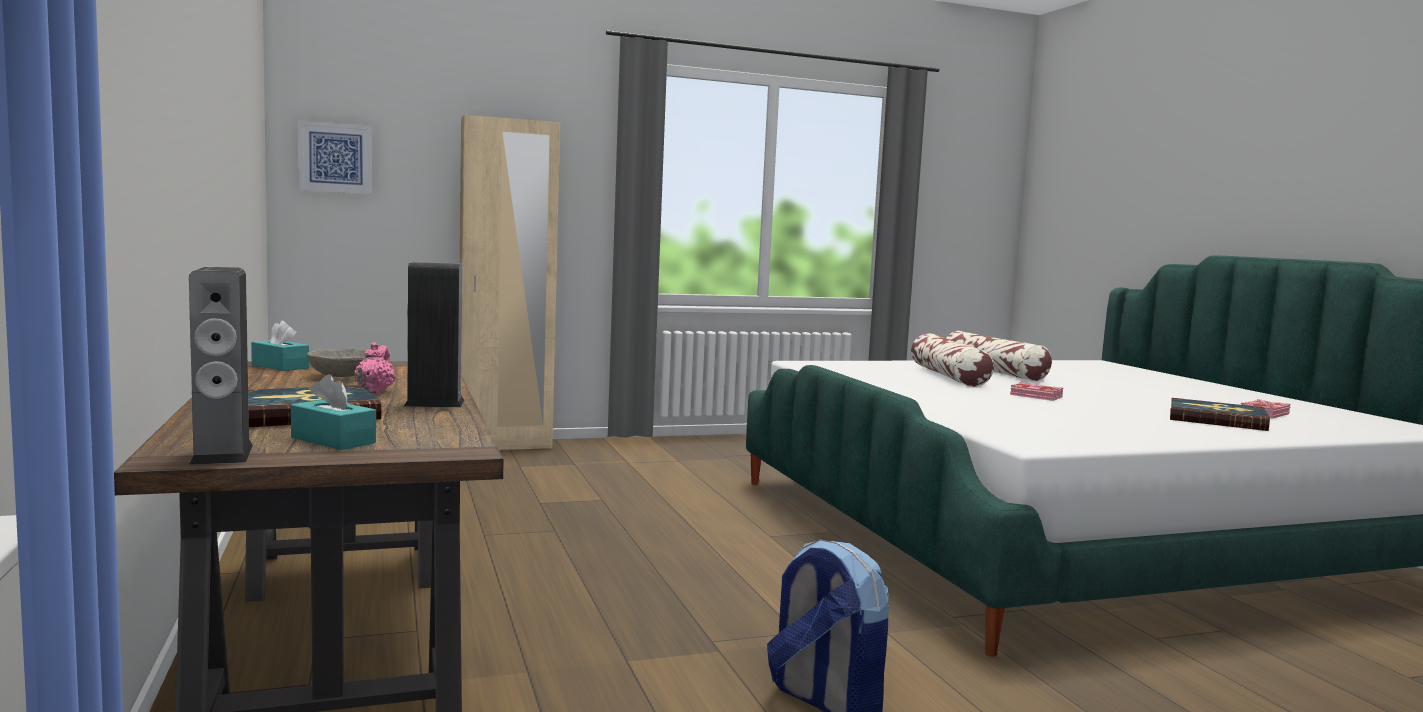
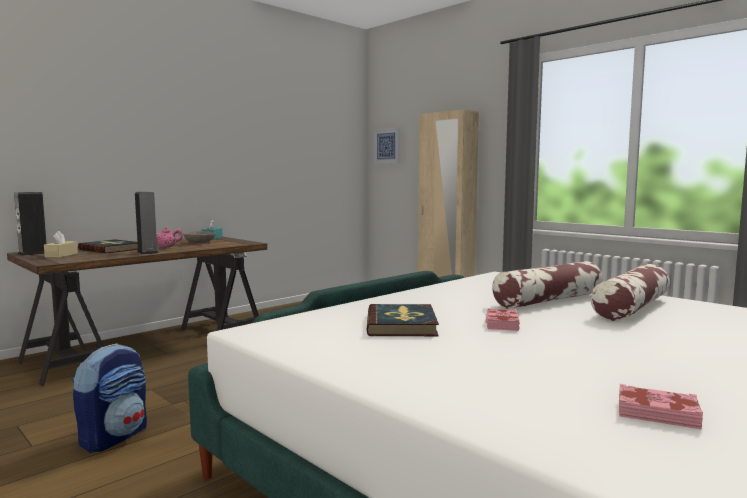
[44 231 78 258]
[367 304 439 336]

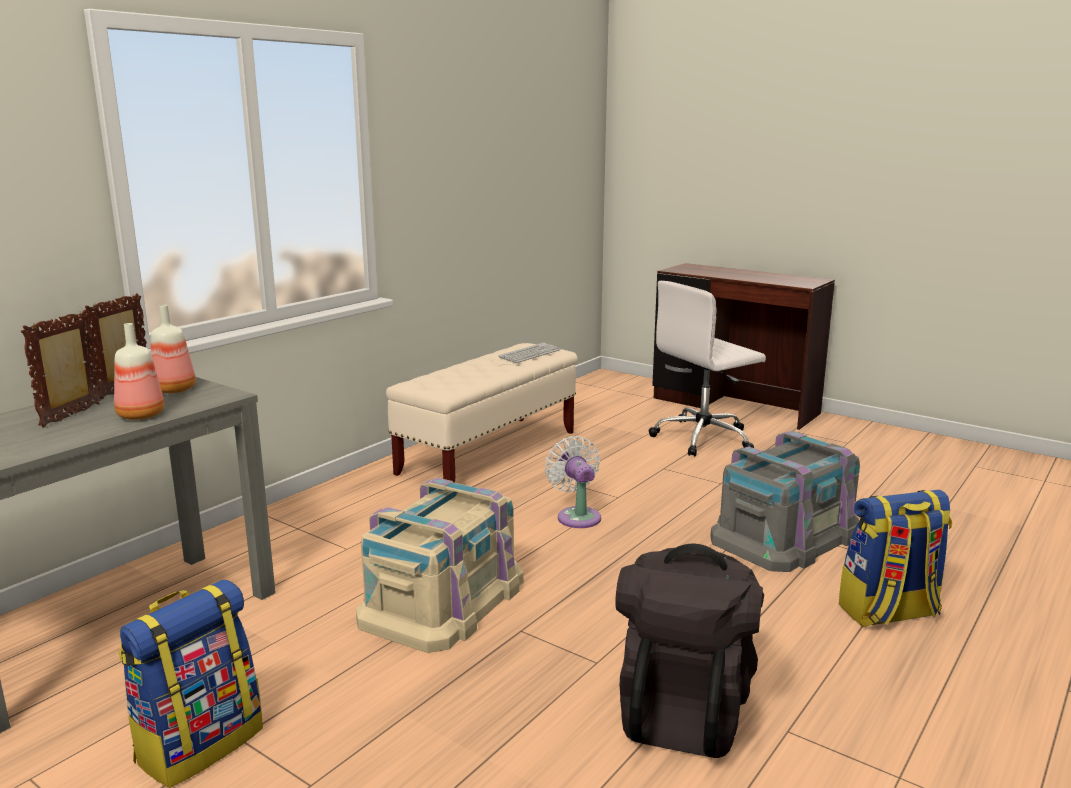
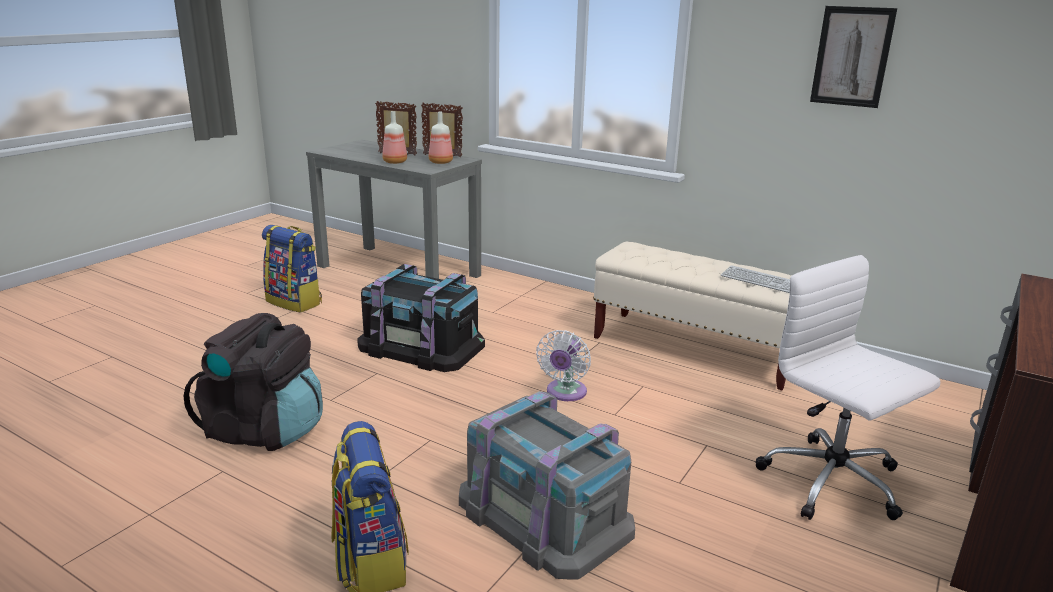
[536 330 591 401]
[357 264 485 372]
[810 6 897 108]

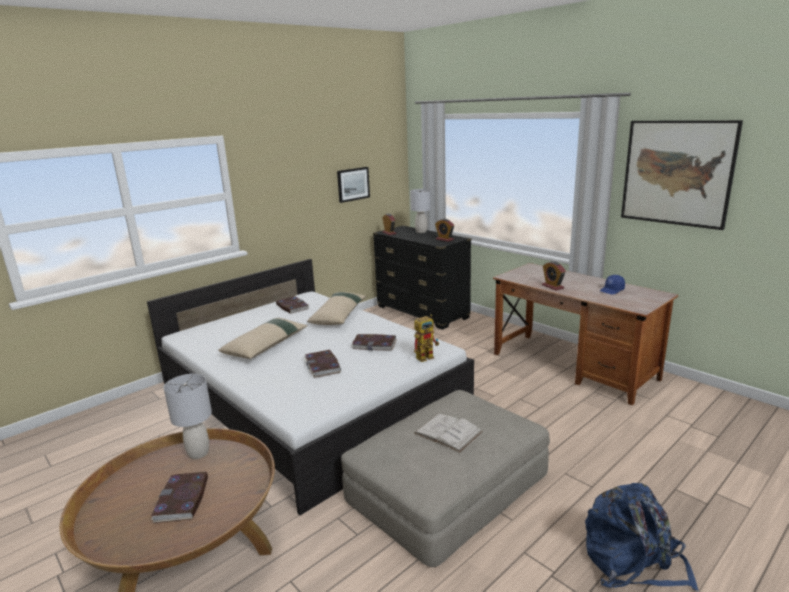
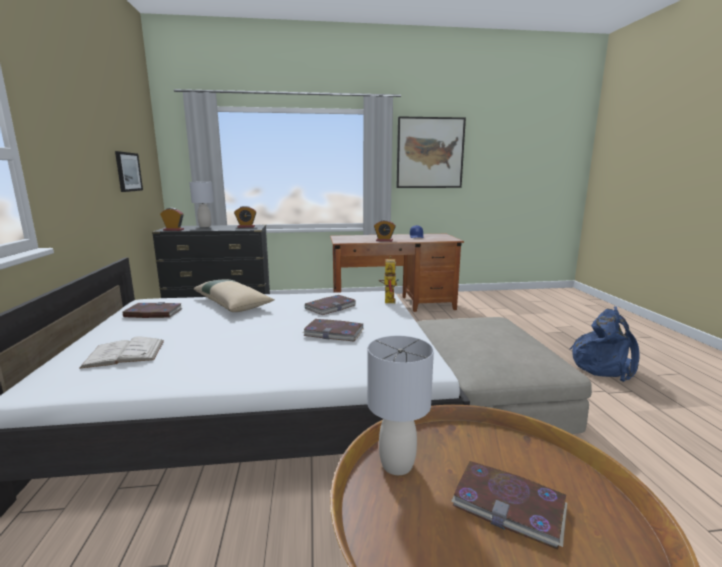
[218 318 307 359] (first image)
[79 336 164 369]

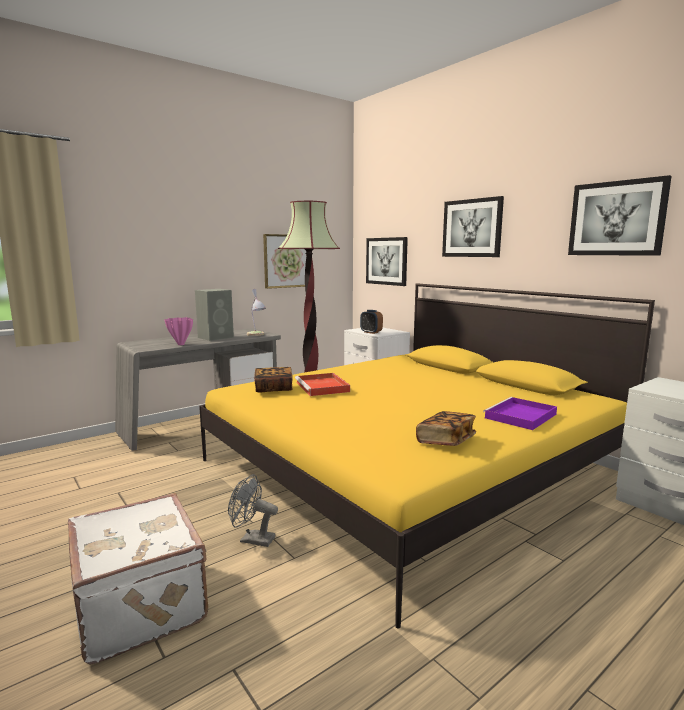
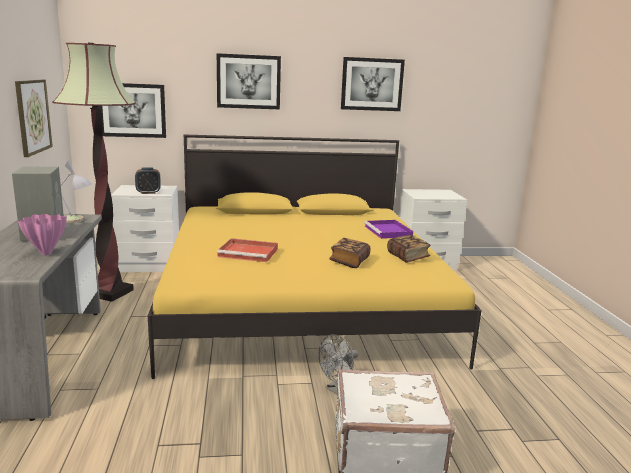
[329 238 370 268]

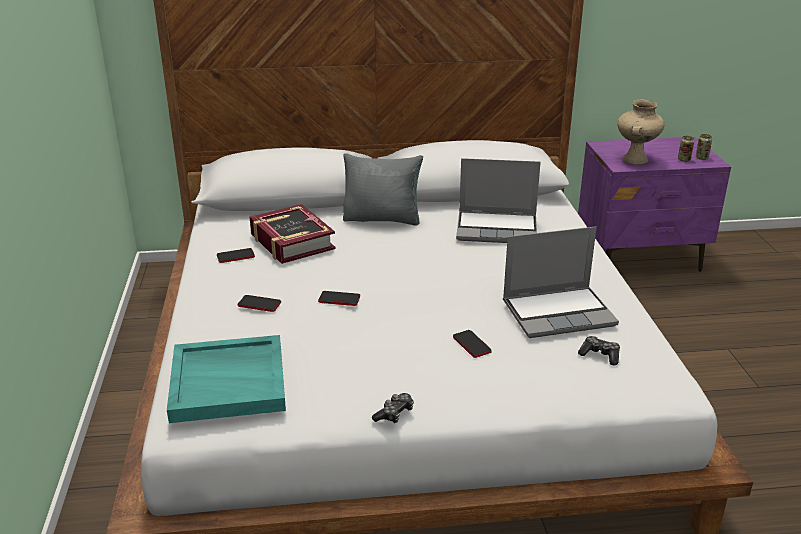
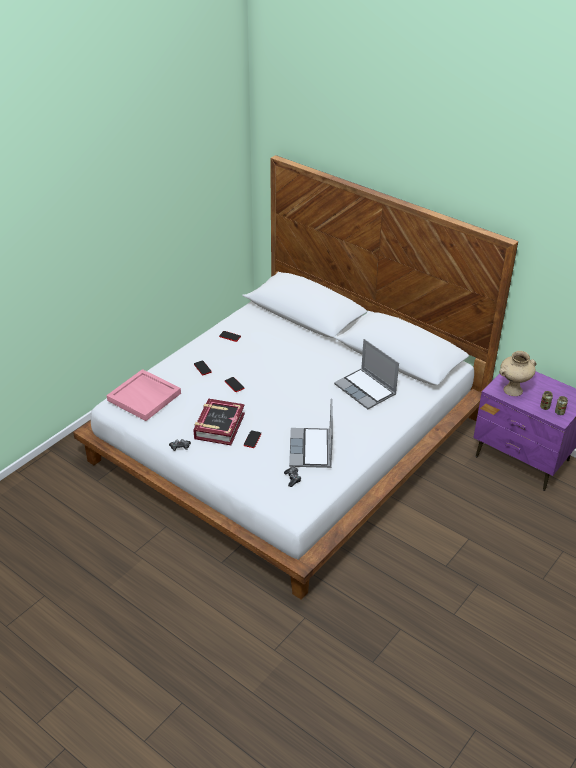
[343 153 423 225] (first image)
[193 398 245 445]
[289 398 333 468]
[107 369 181 421]

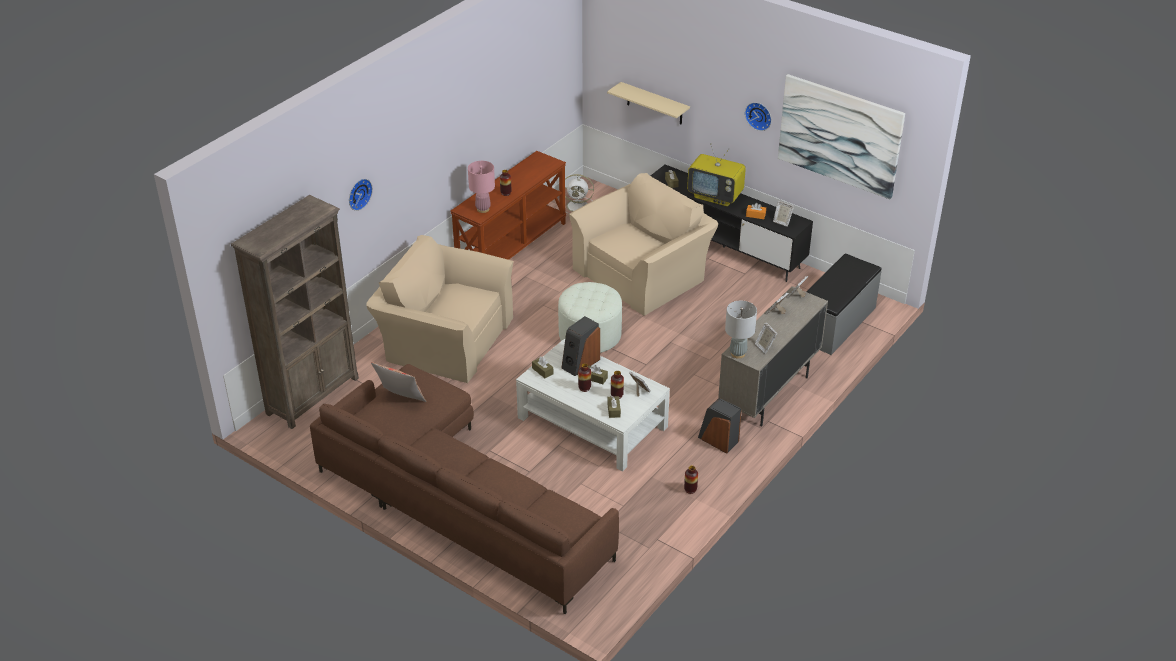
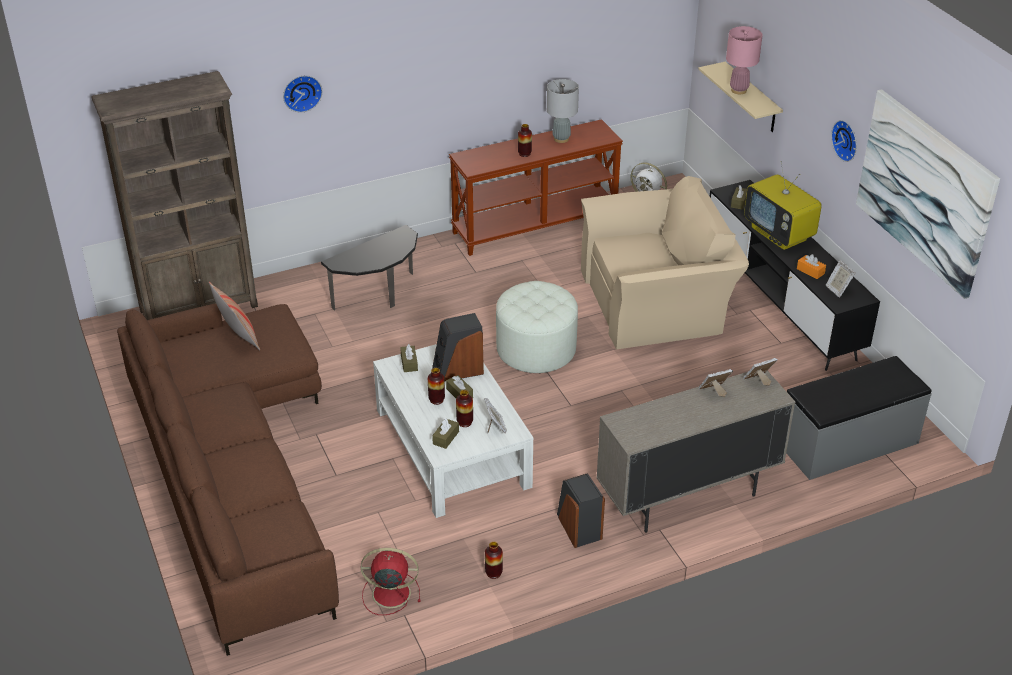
[726 26 763 94]
[321 225 418 311]
[547 79 579 143]
[754 322 778 354] (first image)
[361 548 420 615]

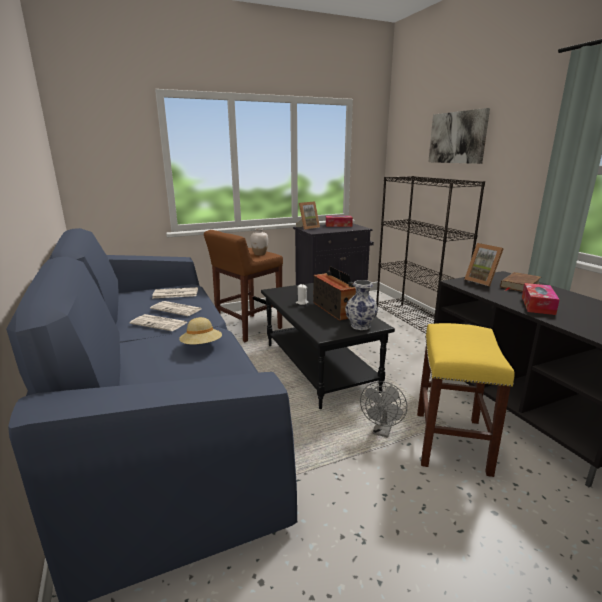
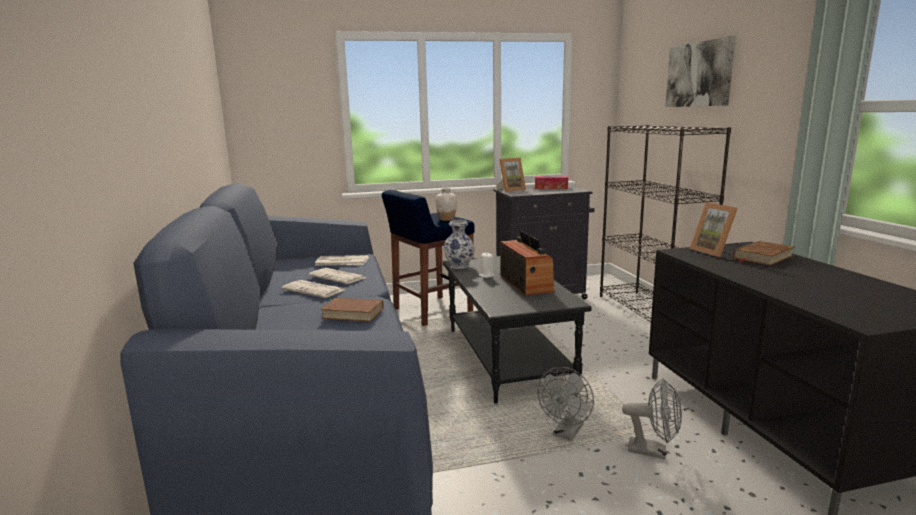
[382 190 475 326]
[444 220 475 269]
[522 283 560 315] (first image)
[320 298 384 322]
[622 378 682 459]

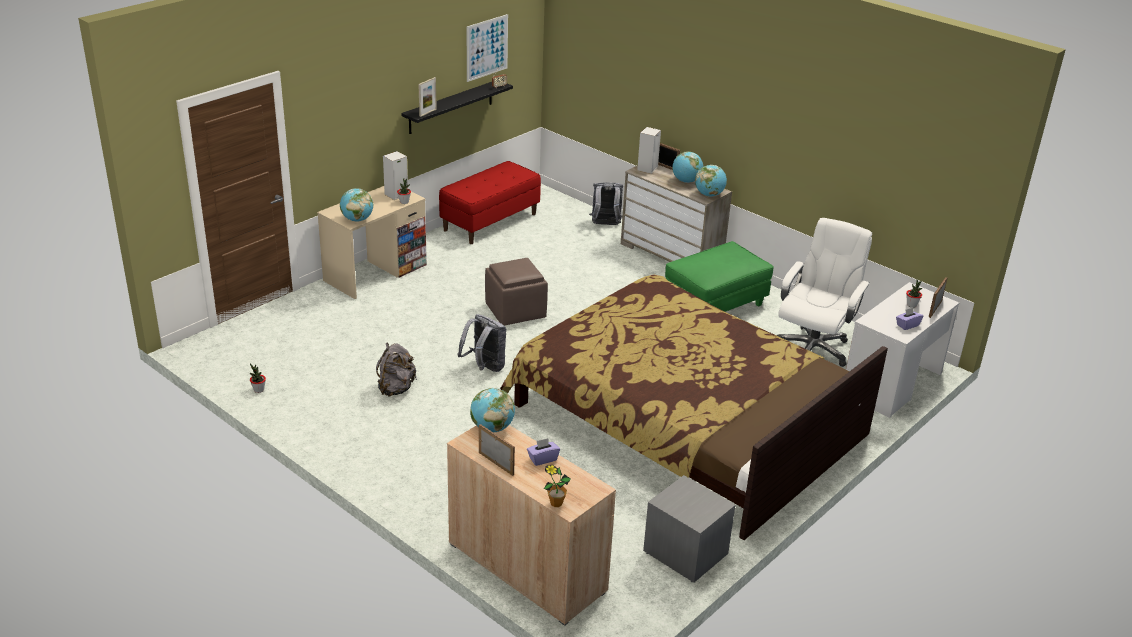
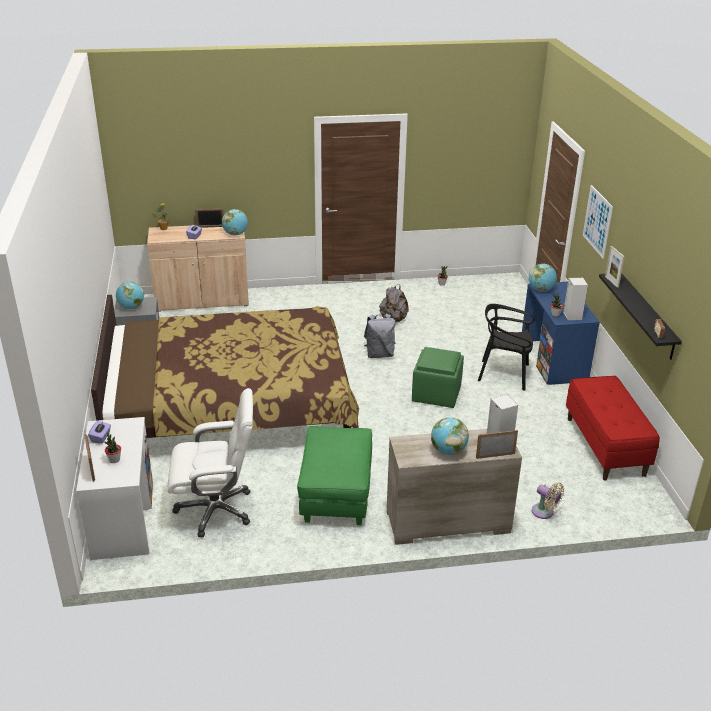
[583 185 613 259]
[116 282 144 309]
[532 482 564 519]
[522 282 600 385]
[168 388 253 537]
[412 347 464 408]
[478 304 535 390]

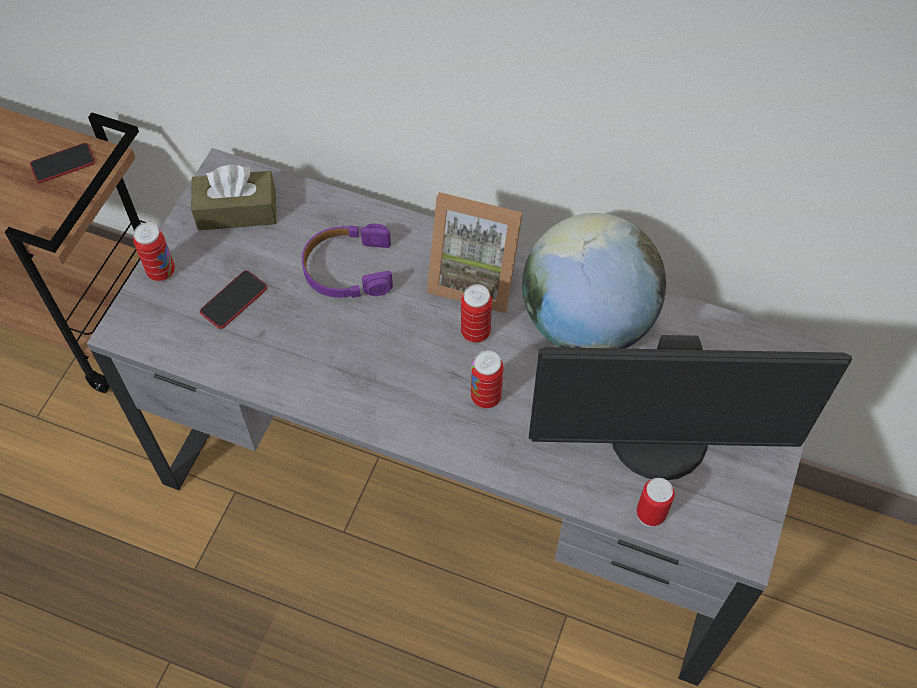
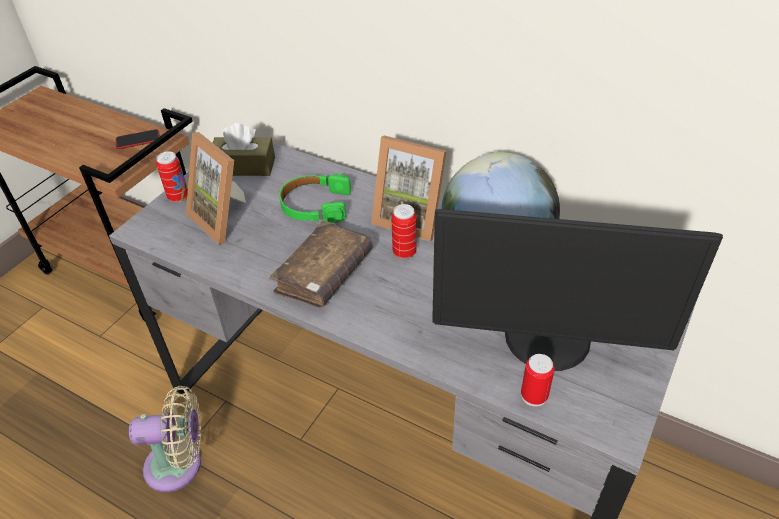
[279 174 351 223]
[186 132 246 245]
[471 350 503 409] (first image)
[269 221 373 308]
[129 386 201 492]

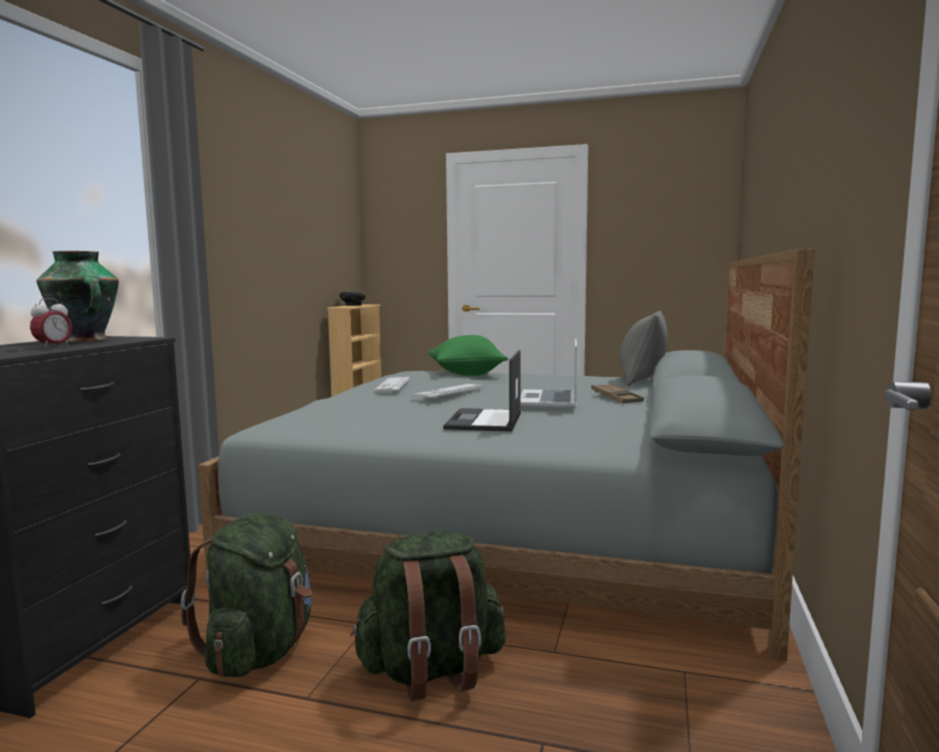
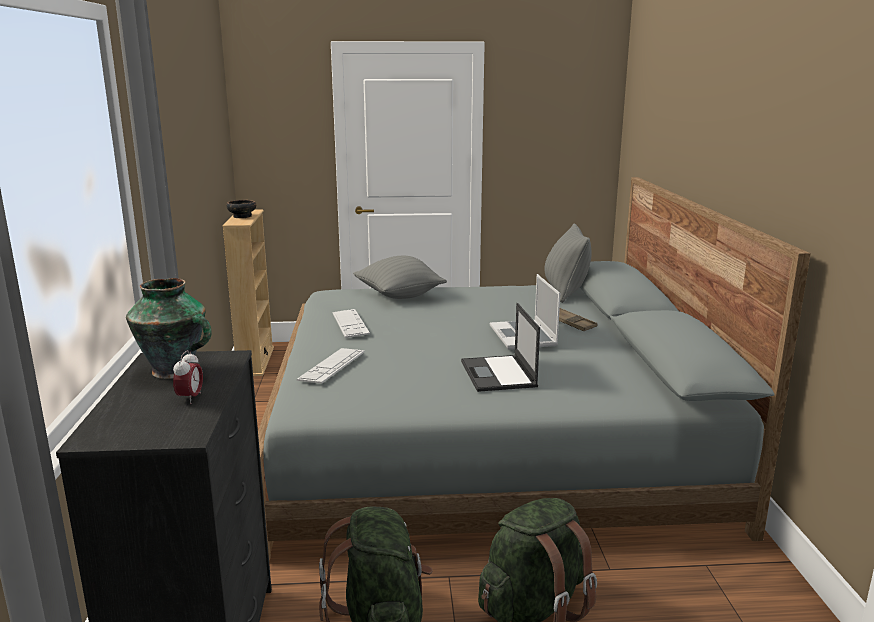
[353 256 447 299]
[297 348 365 384]

